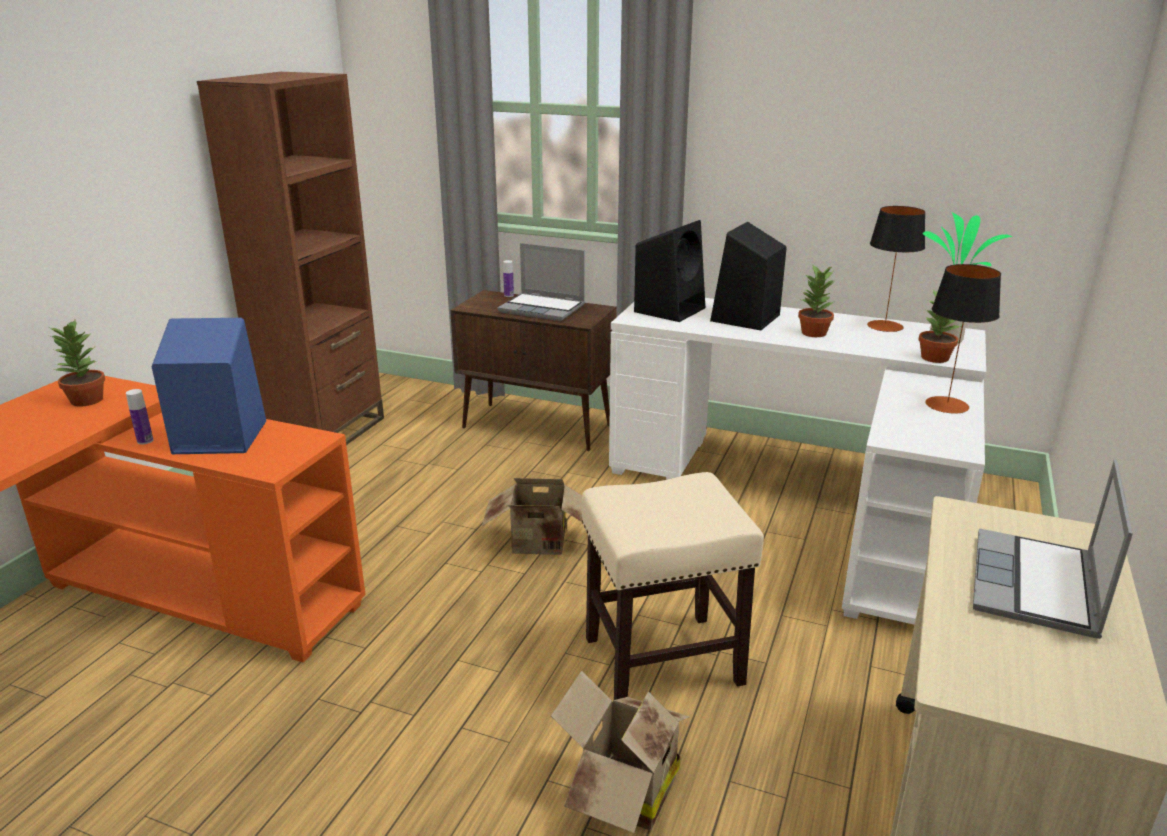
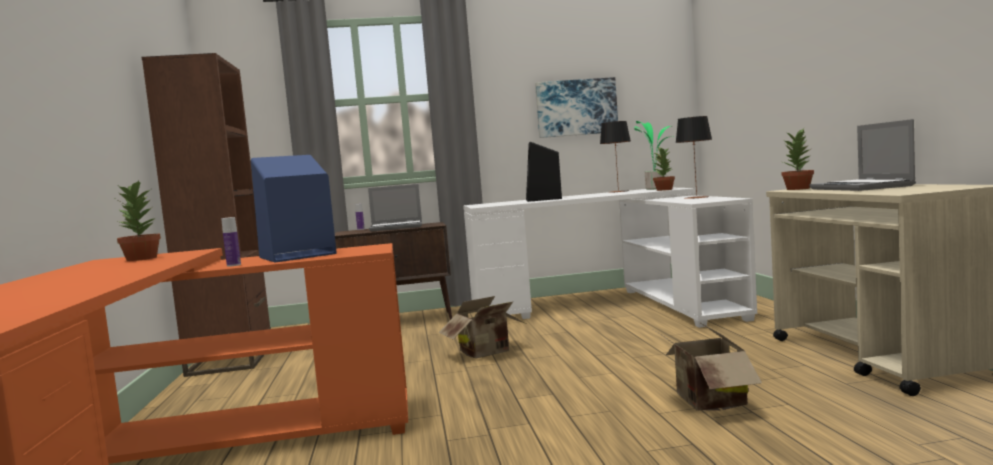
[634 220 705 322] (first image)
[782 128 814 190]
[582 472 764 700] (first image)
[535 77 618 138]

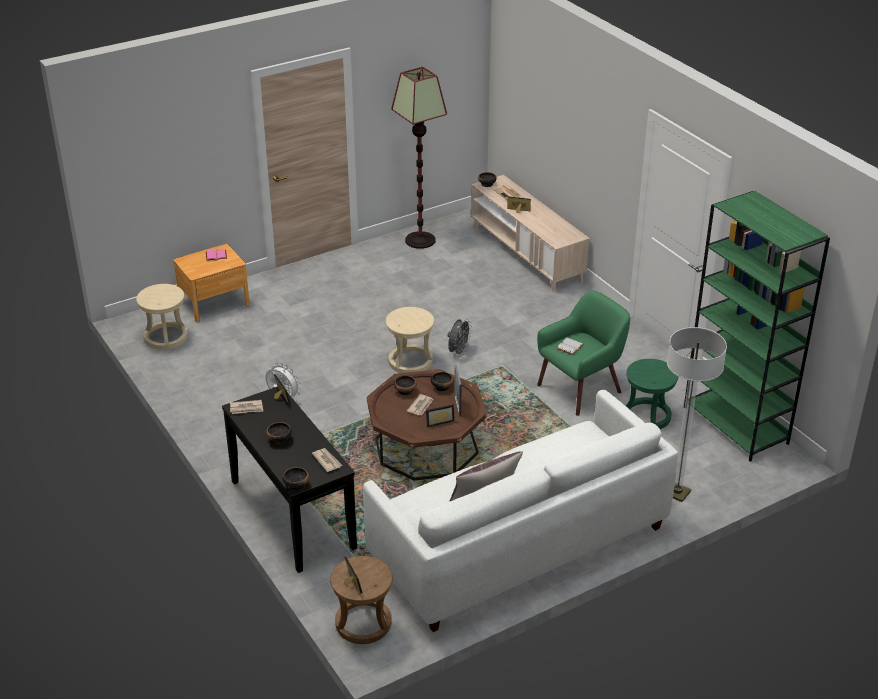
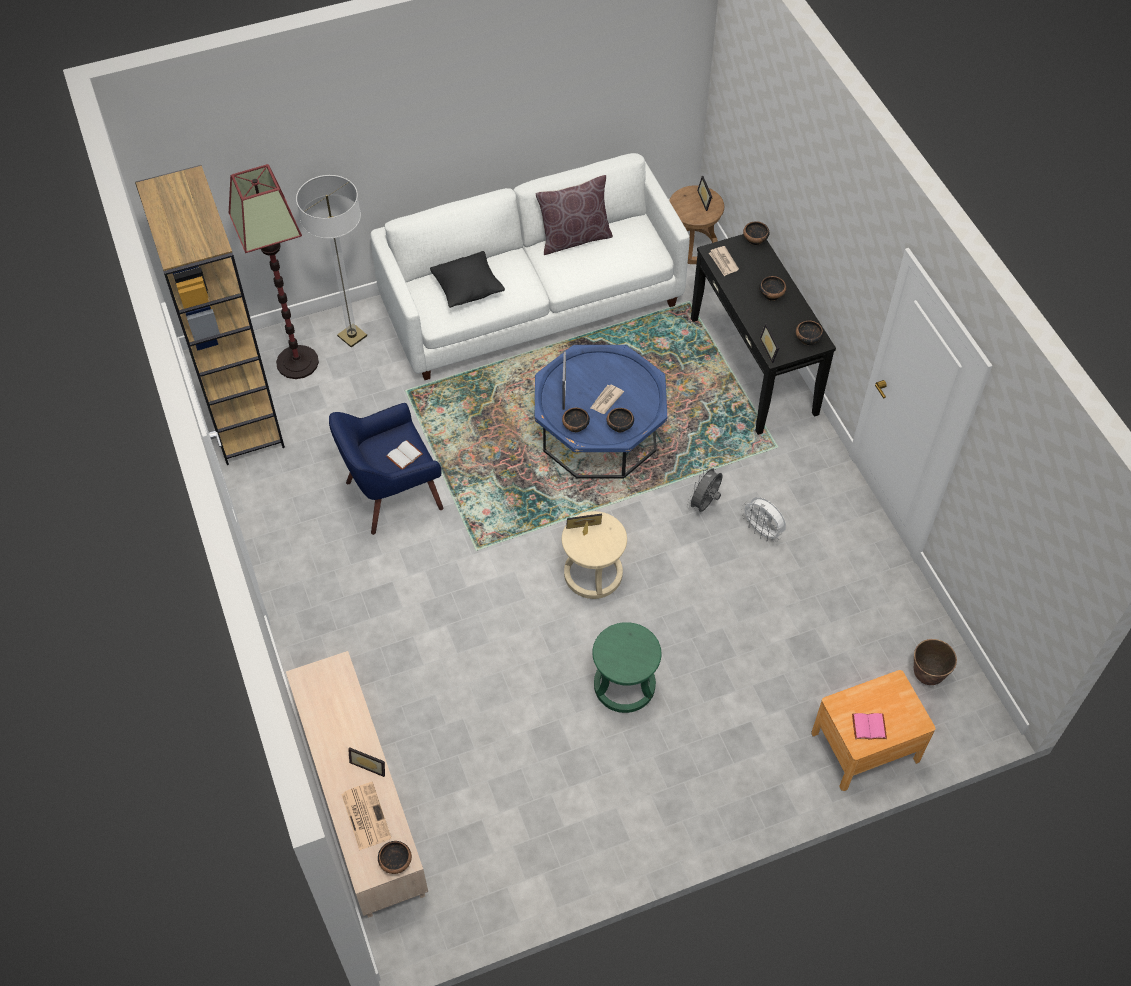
[229 164 319 379]
[135 165 285 465]
[914 639 957 685]
[329 403 444 535]
[687 465 723 512]
[592 622 661 713]
[535 345 667 478]
[796 321 824 345]
[566 514 602 536]
[430 251 505 308]

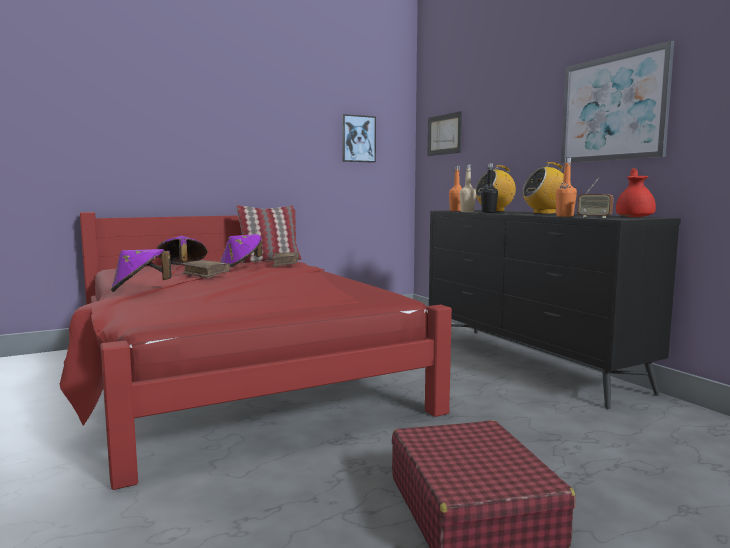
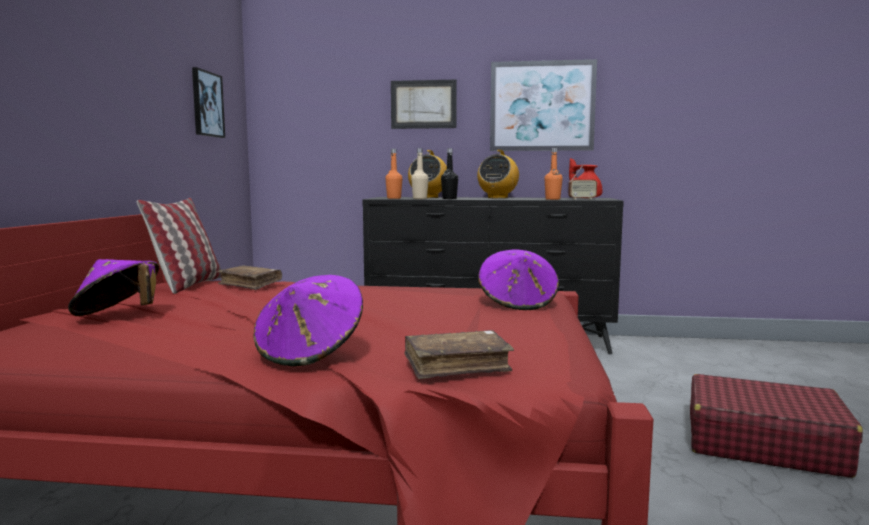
[391 80 457 129]
[478 250 559 310]
[405 330 514 379]

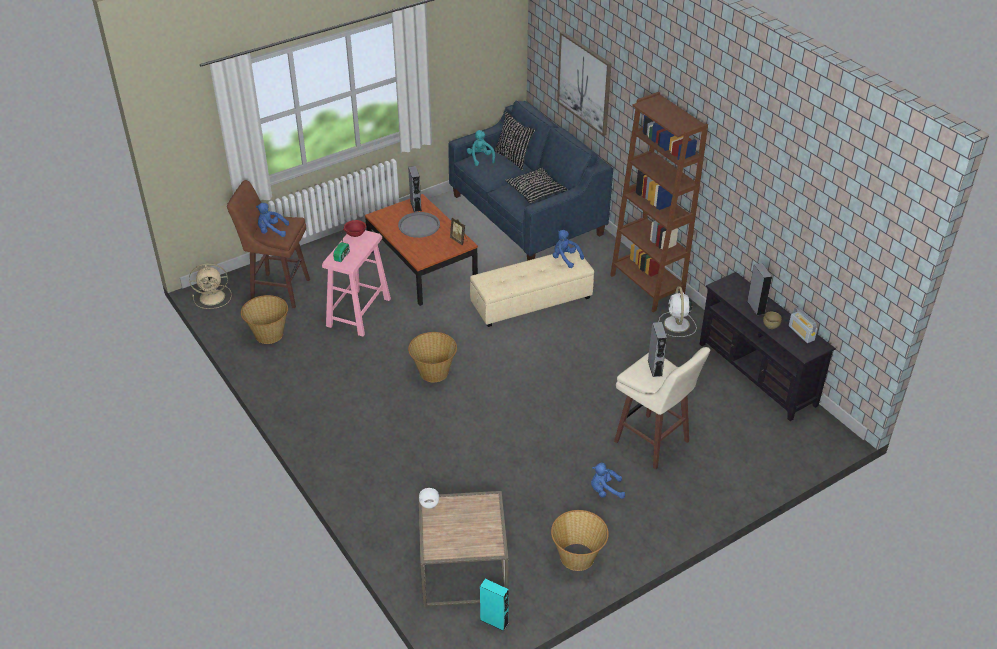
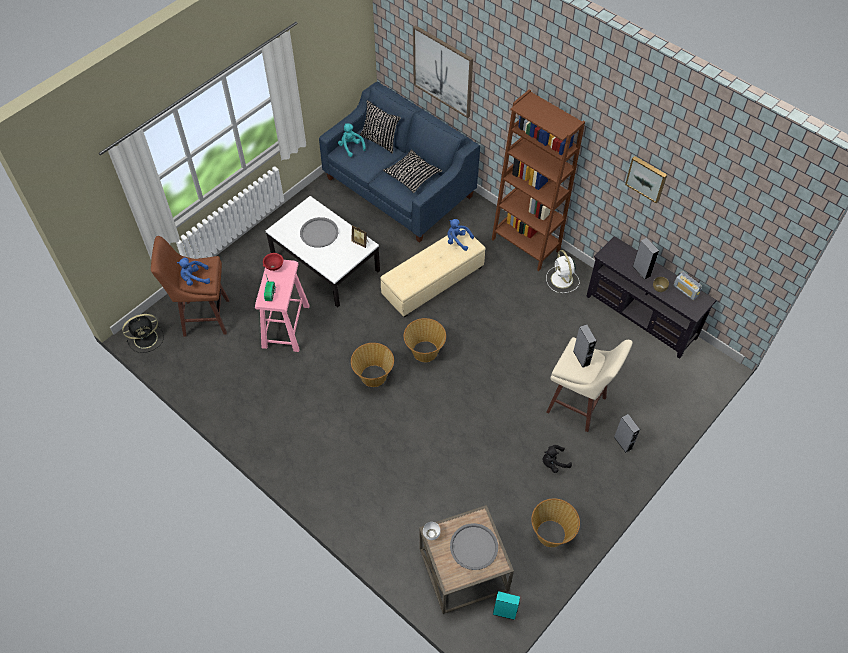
[614 414 640 453]
[266 196 380 308]
[122 314 164 353]
[404 318 446 362]
[543 445 572 473]
[625 156 667 204]
[450 523 498 570]

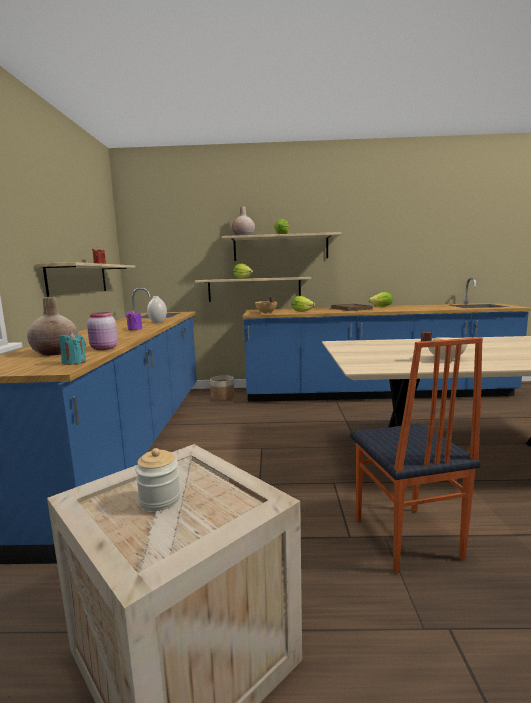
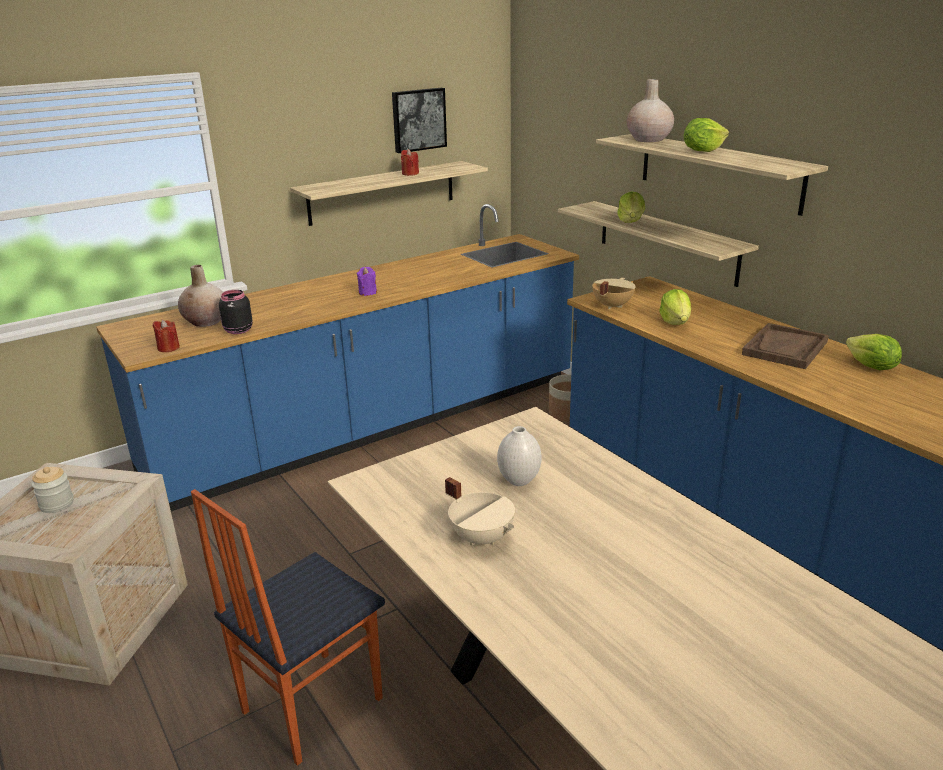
[497 426 541 486]
[219 290 253 334]
[153 320 180 352]
[392 88 447 153]

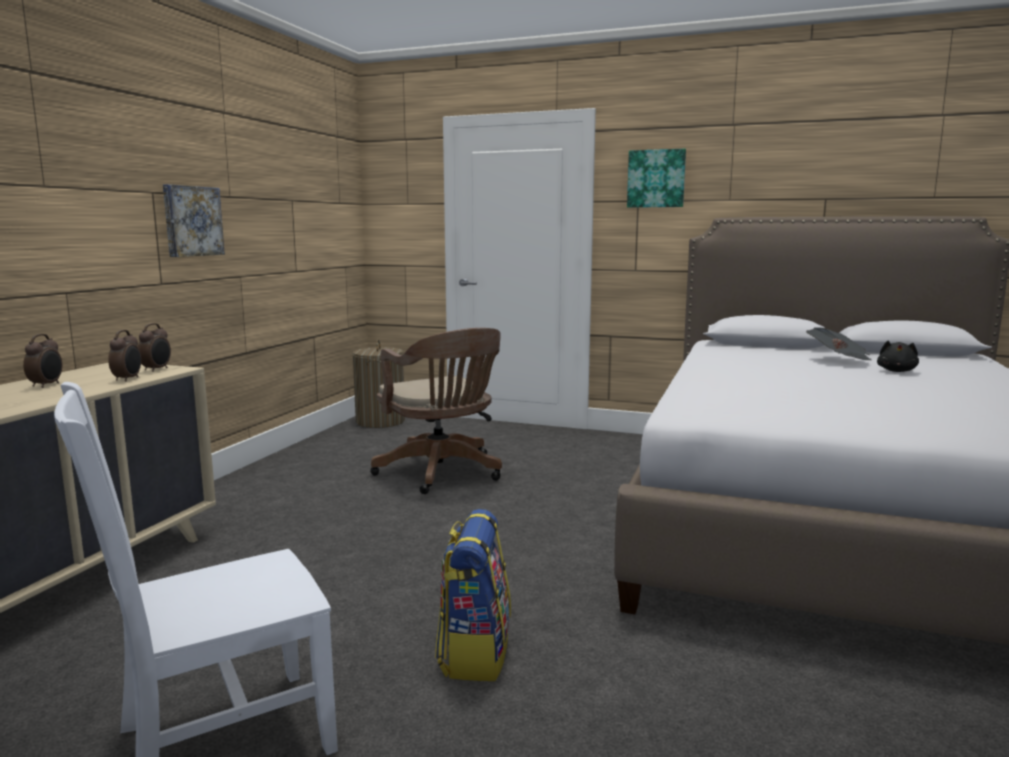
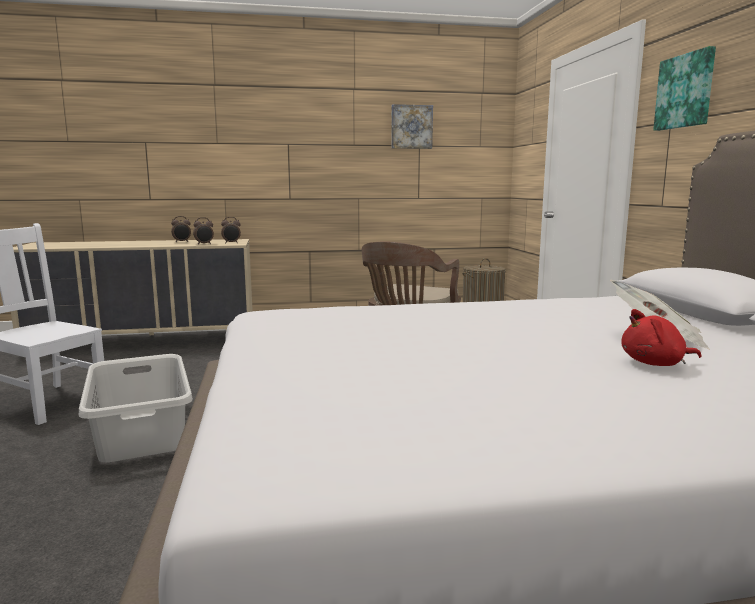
[391 104 433 149]
[621 309 702 366]
[78 354 193 462]

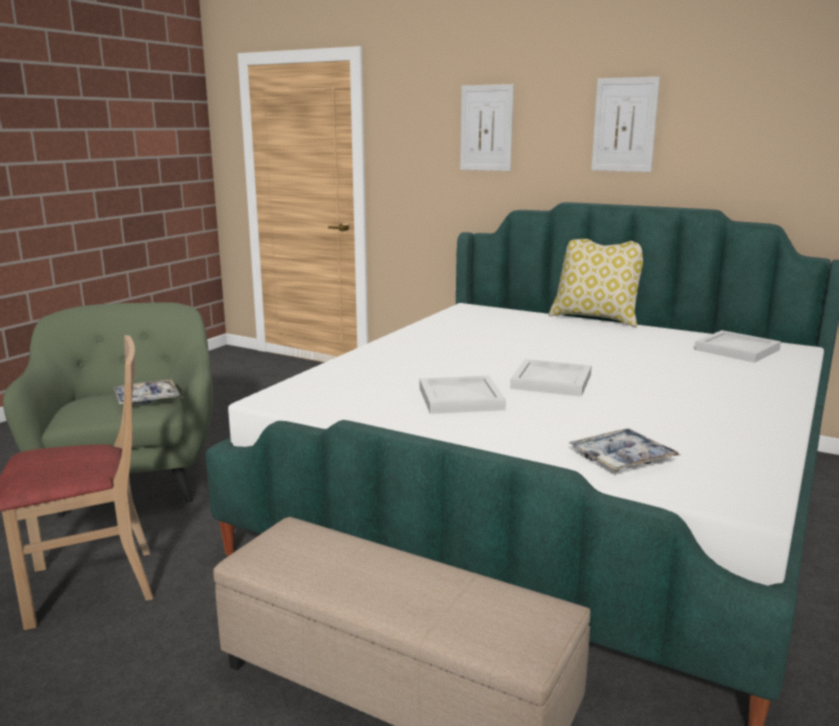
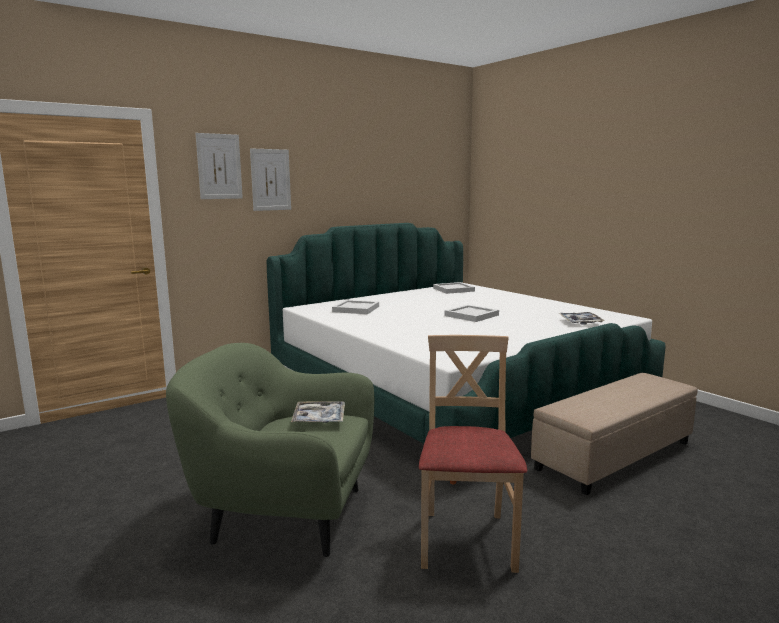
[195 133 243 199]
[549 239 643 327] (first image)
[332 300 379 314]

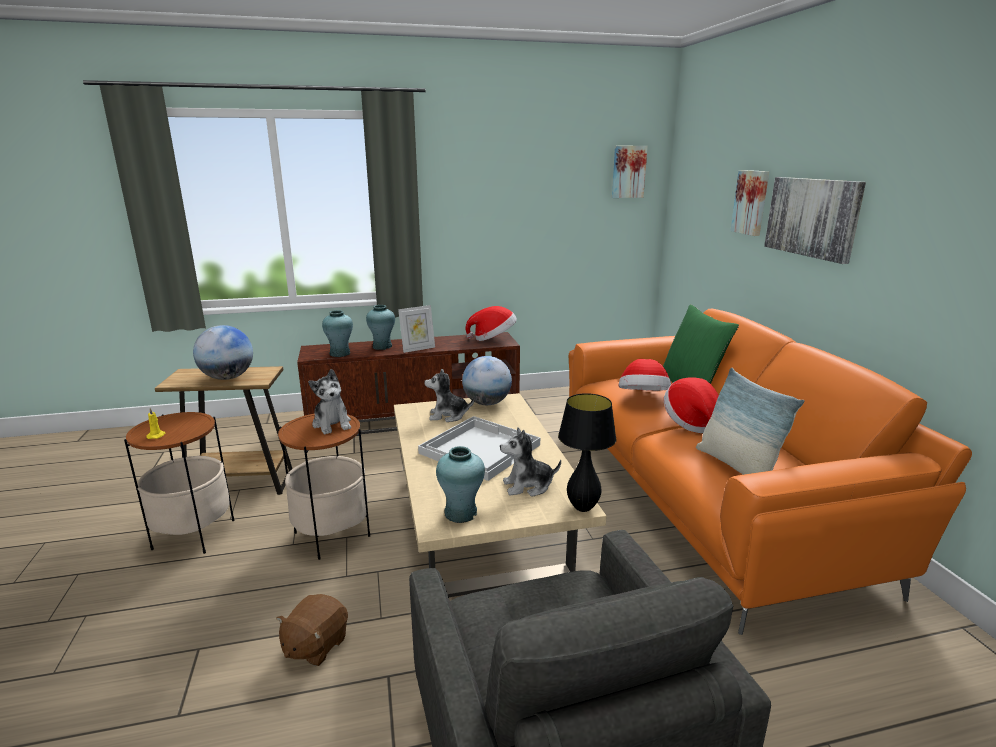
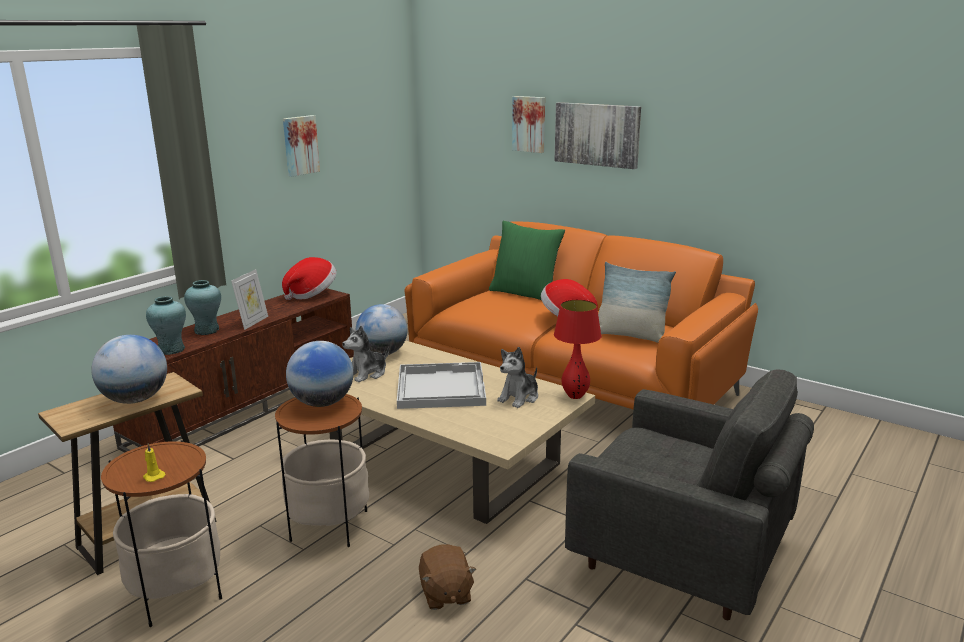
[283 115 320 177]
[619 359 671 391] (first image)
[286 341 353 407]
[554 299 602 399]
[436 446 485 523] (first image)

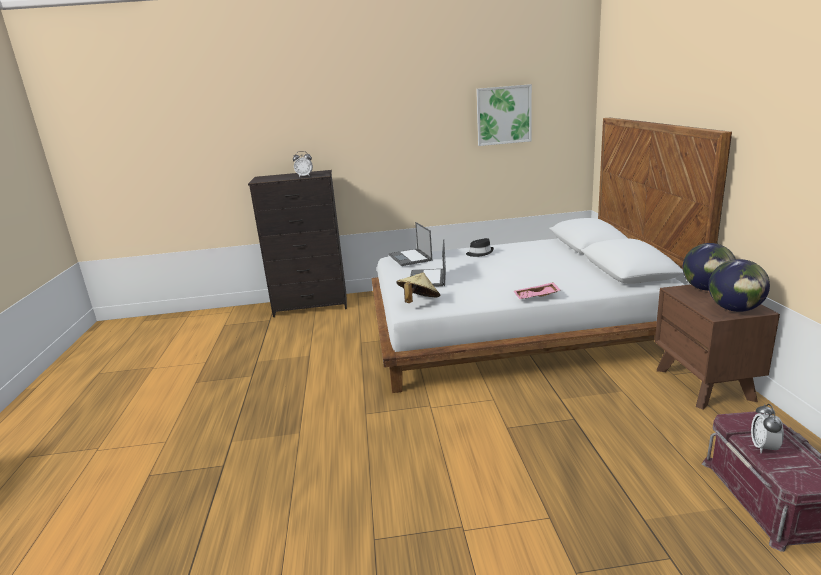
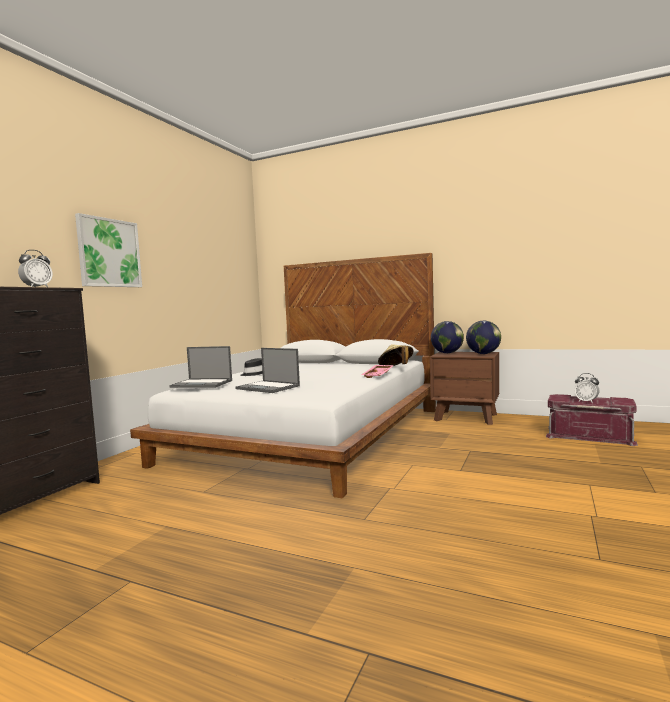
[75 213 142 287]
[378 344 414 366]

